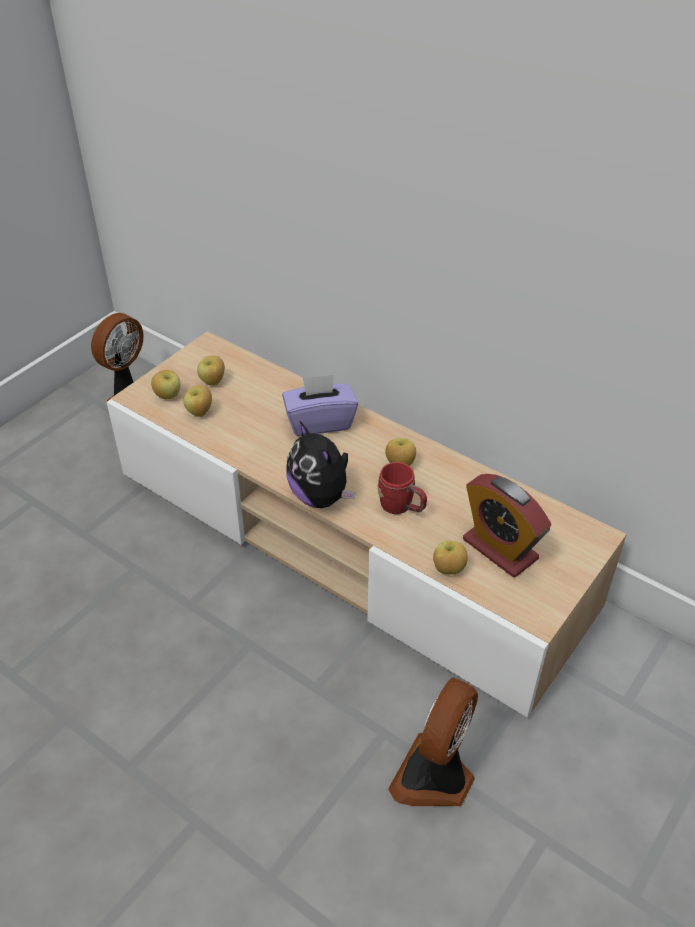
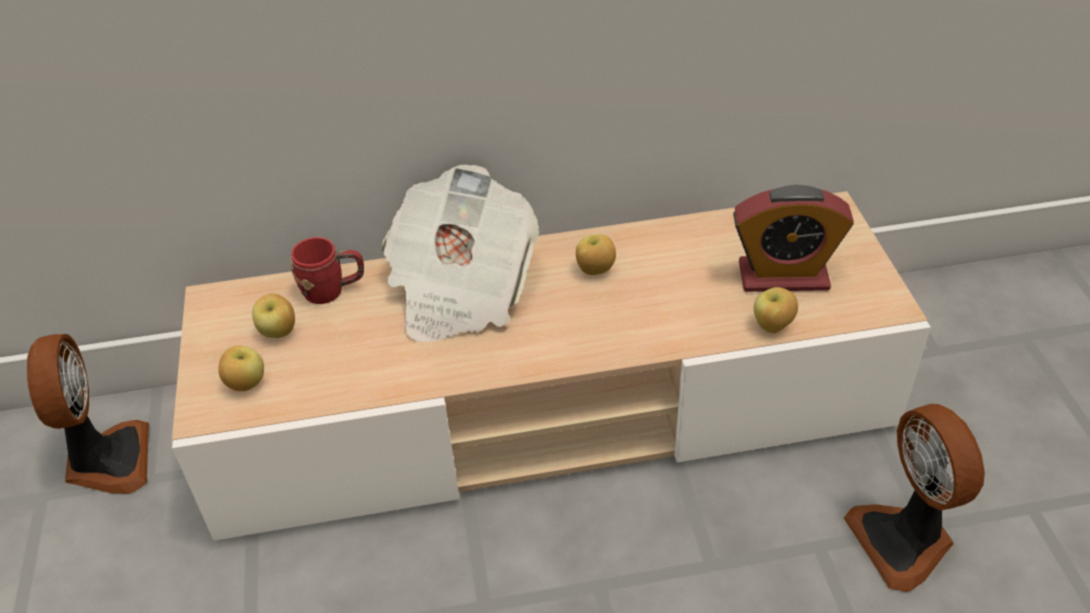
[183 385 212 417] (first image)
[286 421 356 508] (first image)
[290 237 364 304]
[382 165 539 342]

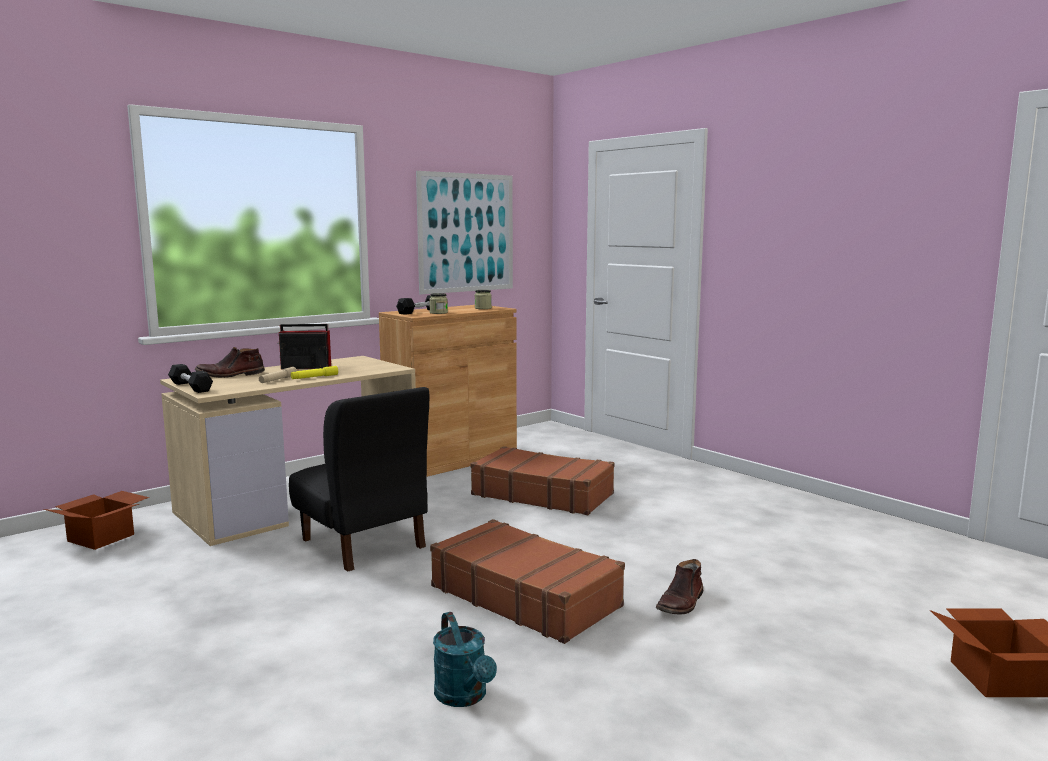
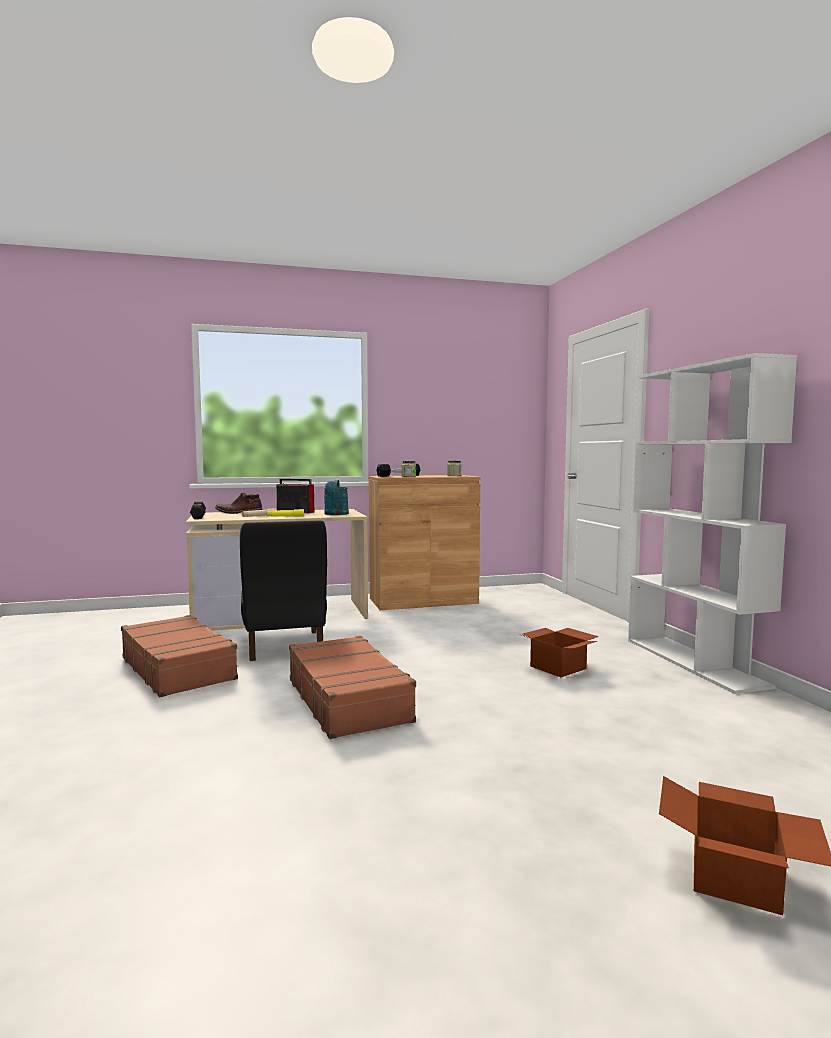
[416 171 513 294] (first image)
[656 559 703 615] (first image)
[628 353 797 694]
[519 628 599 677]
[324 480 349 515]
[121 615 238 697]

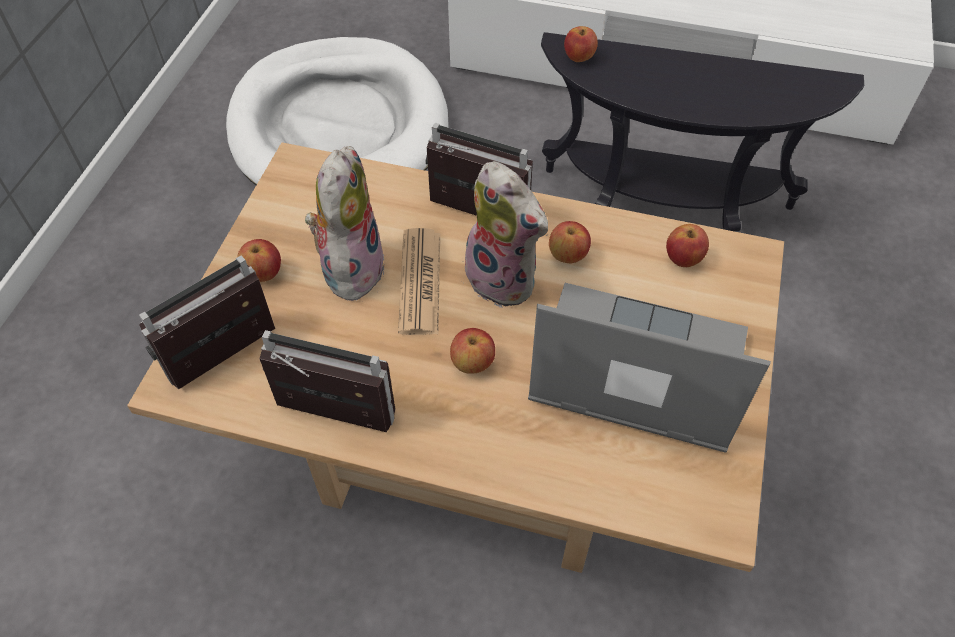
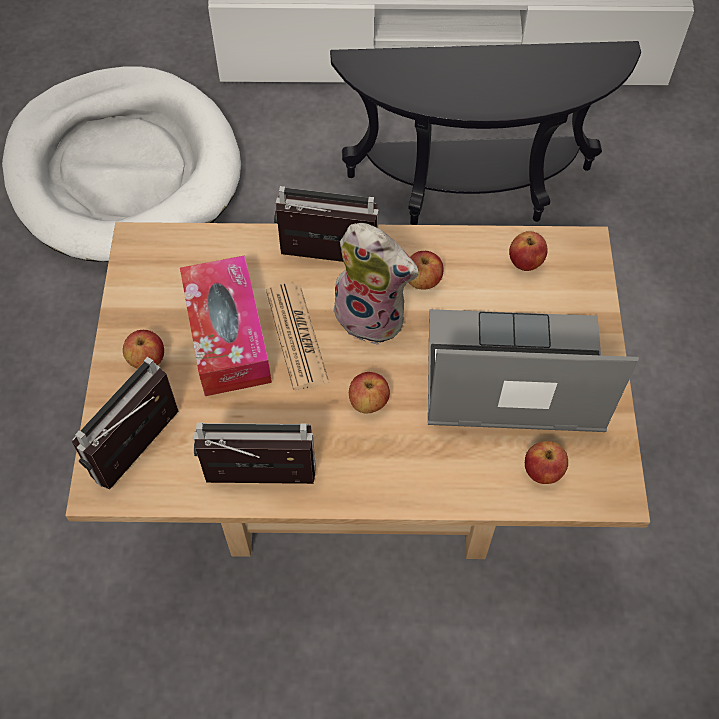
[525 441 568 484]
[180 255 272 396]

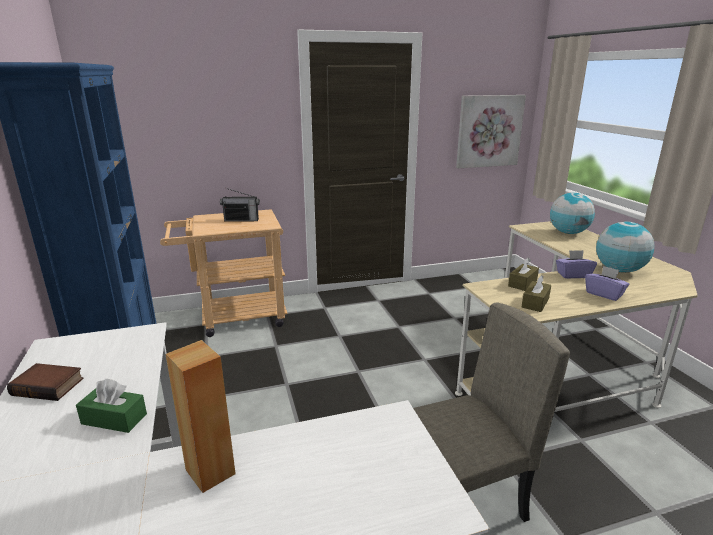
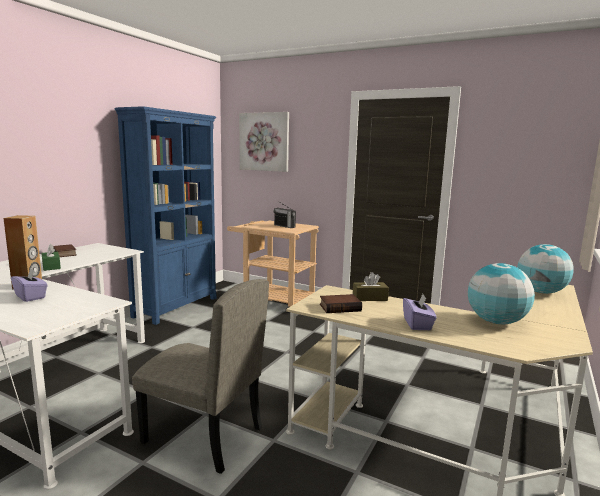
[239 112 289 172]
[11 268 48 302]
[320 294 362 313]

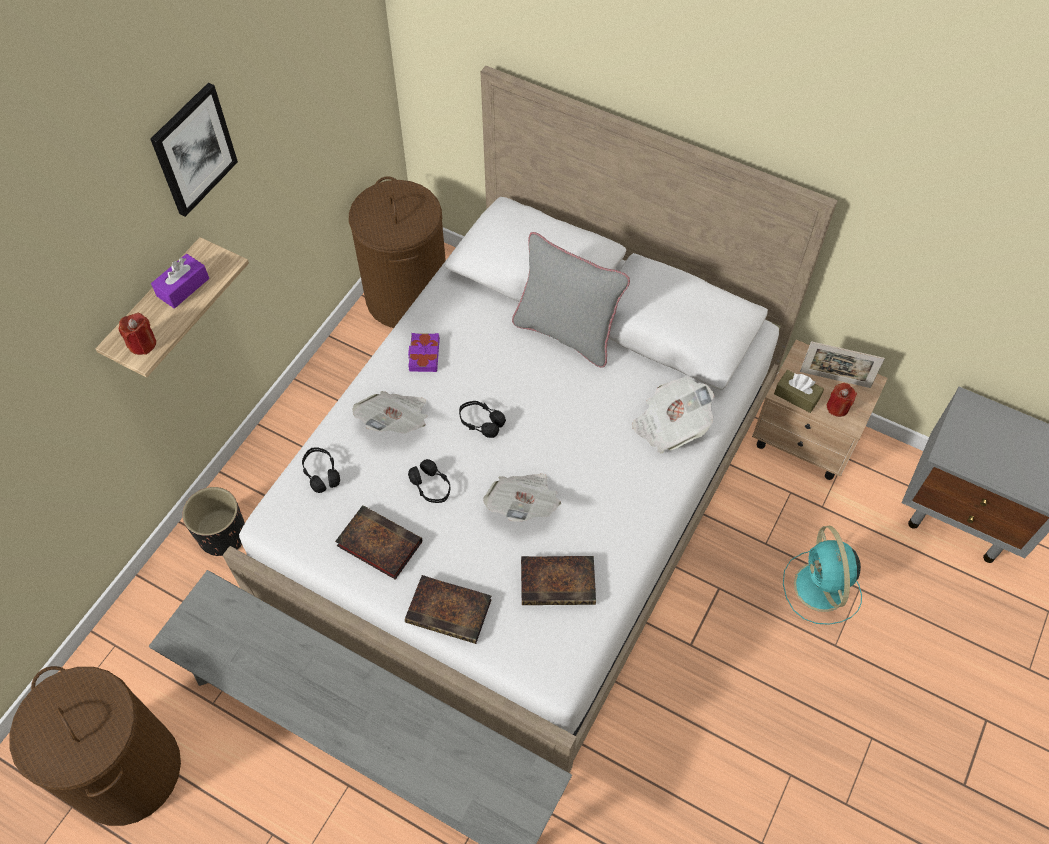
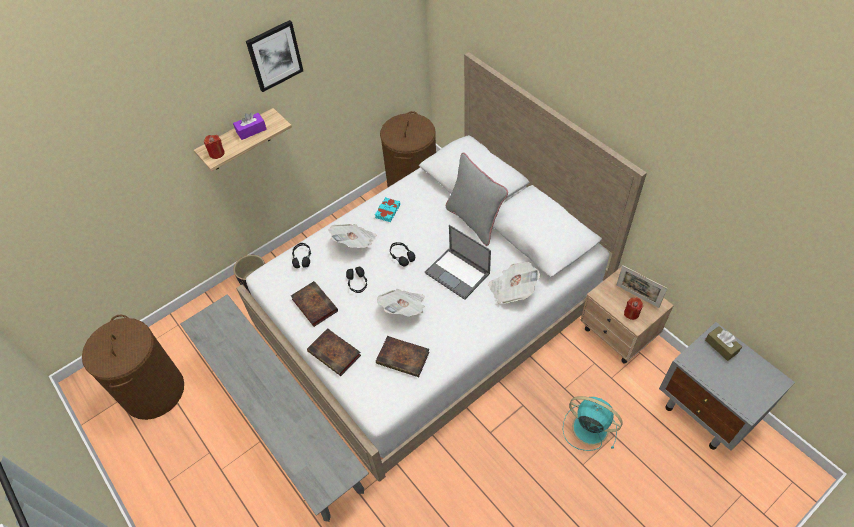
[425 225 491 300]
[705 326 742 361]
[375 197 400 222]
[563 396 623 451]

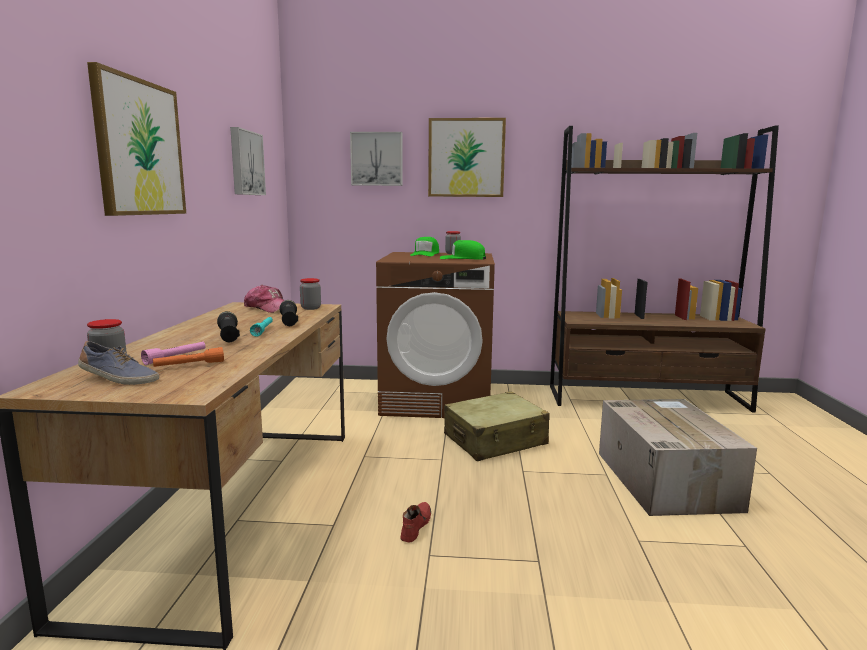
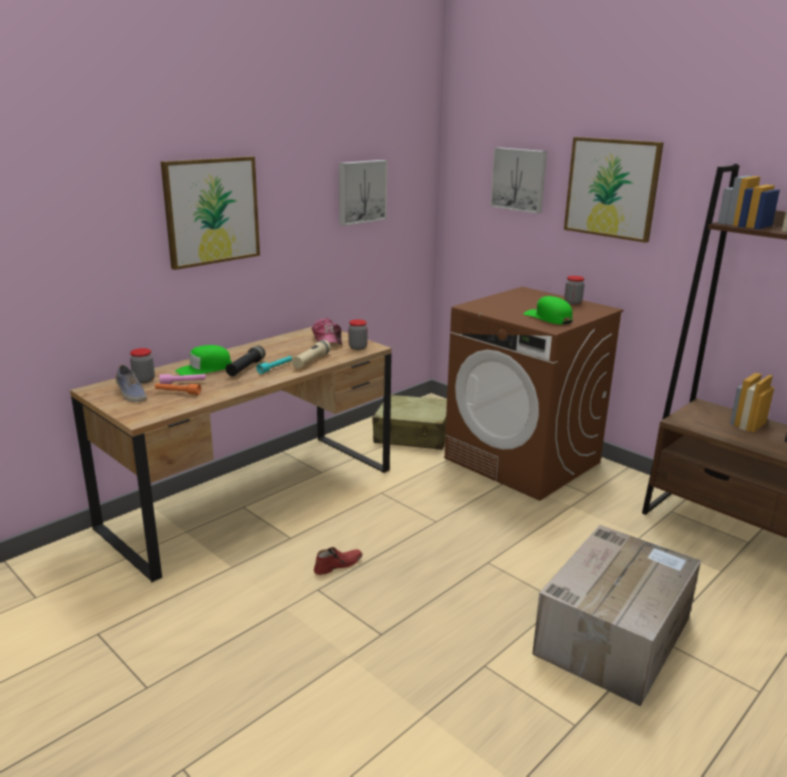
[175 345 232 376]
[372 395 447 450]
[291 340 331 369]

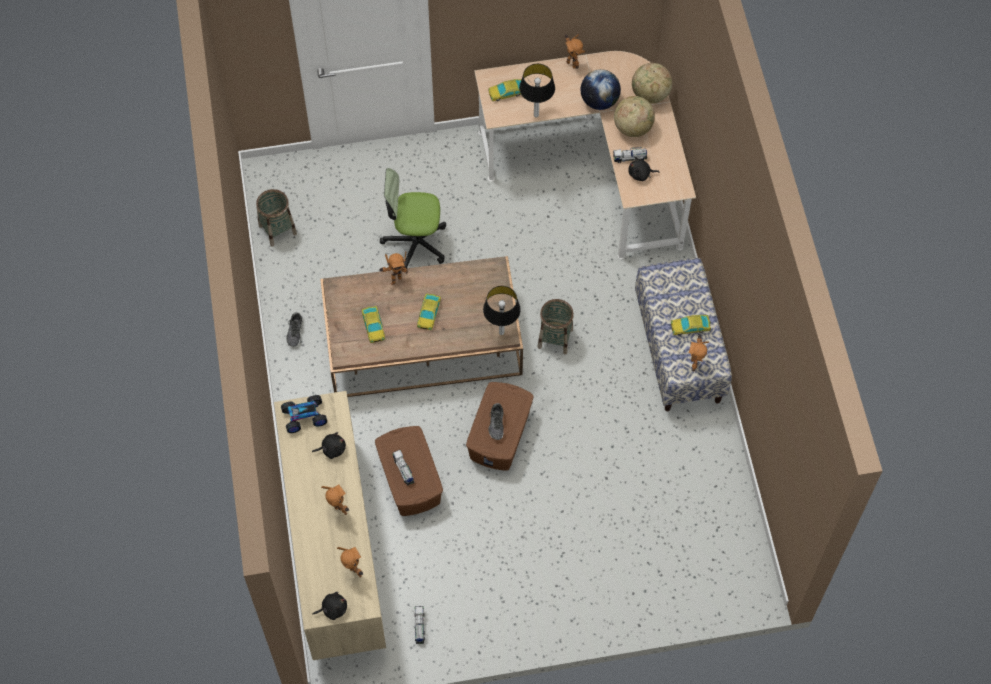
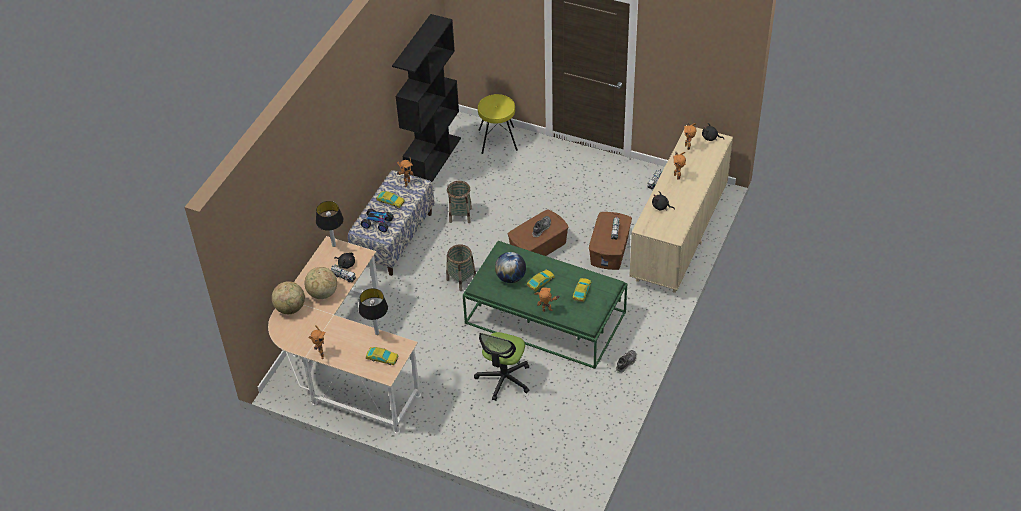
[392 14 461 182]
[478 94 518 154]
[447 181 472 223]
[361 208 394 232]
[316 201 344 247]
[495 252 526 283]
[463 241 627 369]
[474 332 530 401]

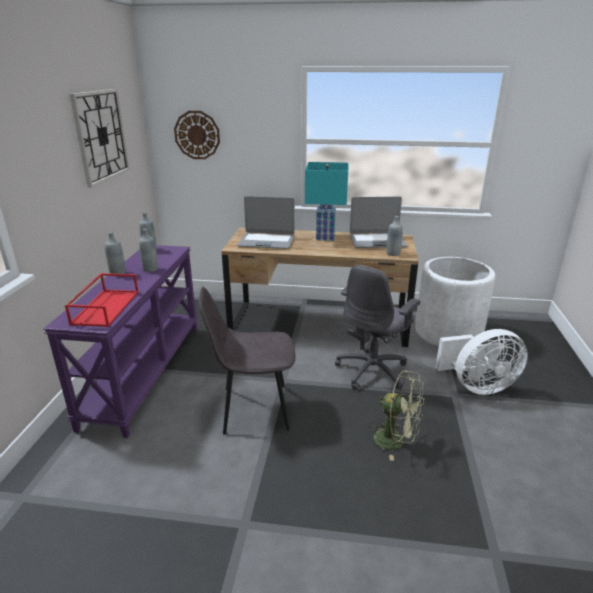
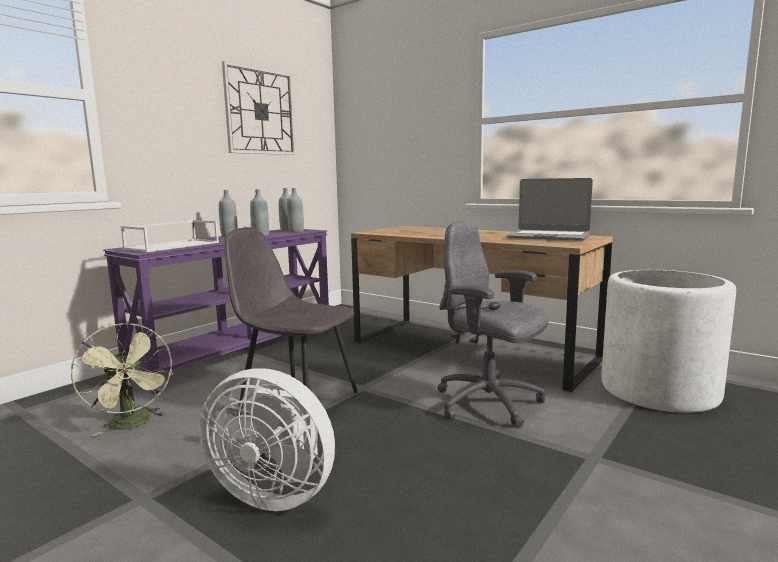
[174 111 220 159] (first image)
[237 196 294 249] (first image)
[305 162 349 241] (first image)
[71 323 173 436]
[287 188 304 232]
[199 368 335 511]
[121 220 219 252]
[437 220 549 428]

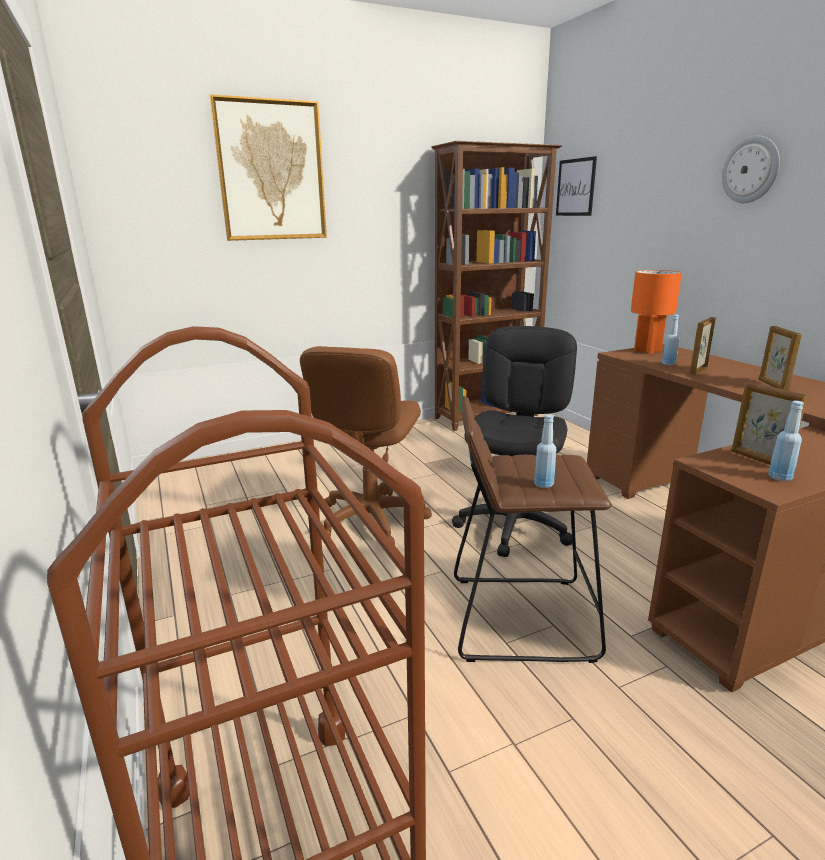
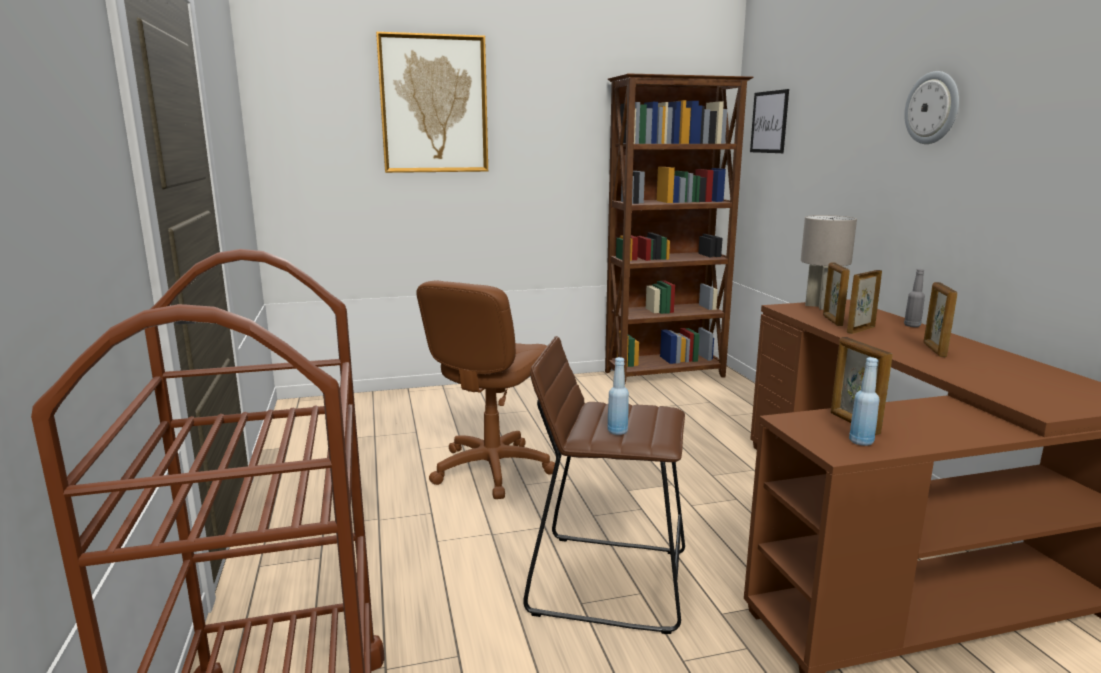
[452 326 577 557] (first image)
[904 269 925 327]
[823 262 850 326]
[801 215 857 310]

